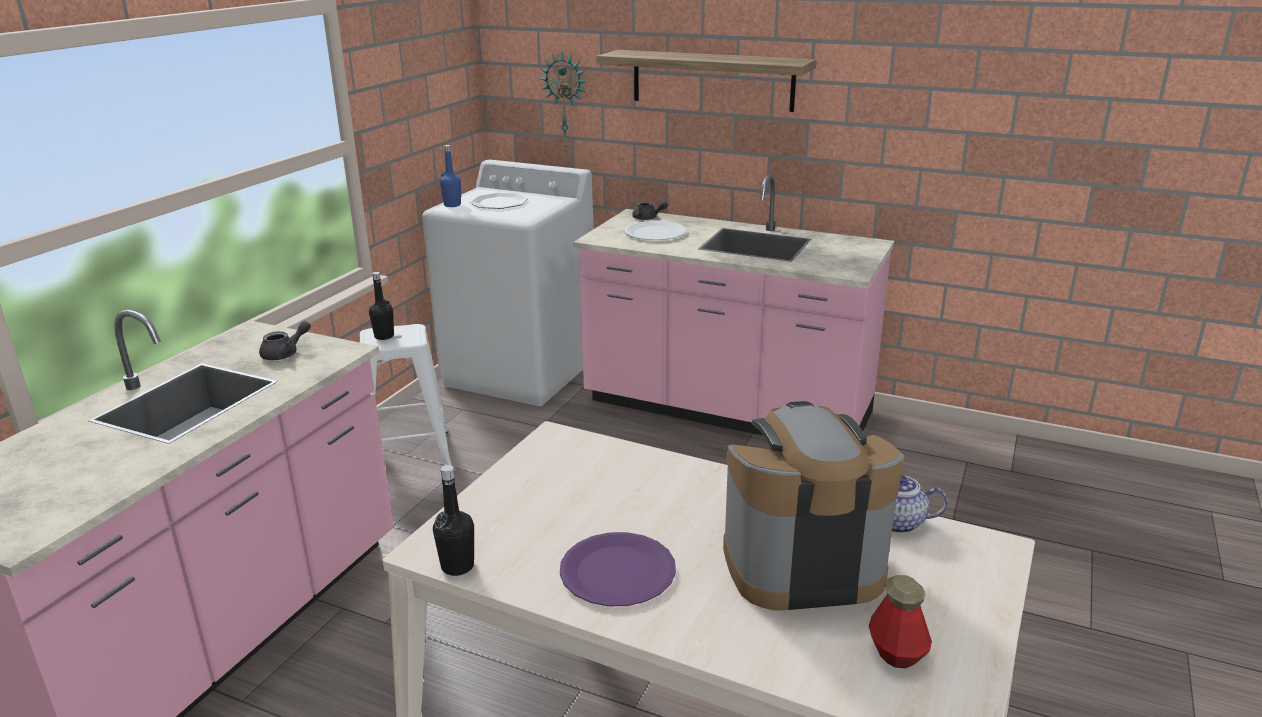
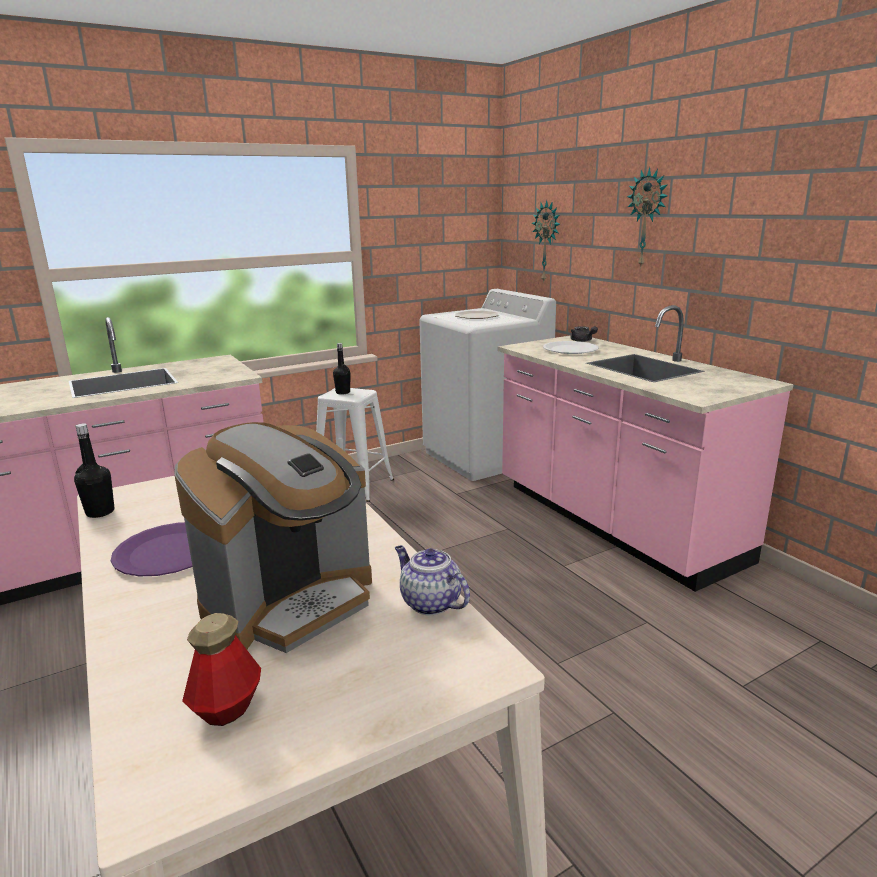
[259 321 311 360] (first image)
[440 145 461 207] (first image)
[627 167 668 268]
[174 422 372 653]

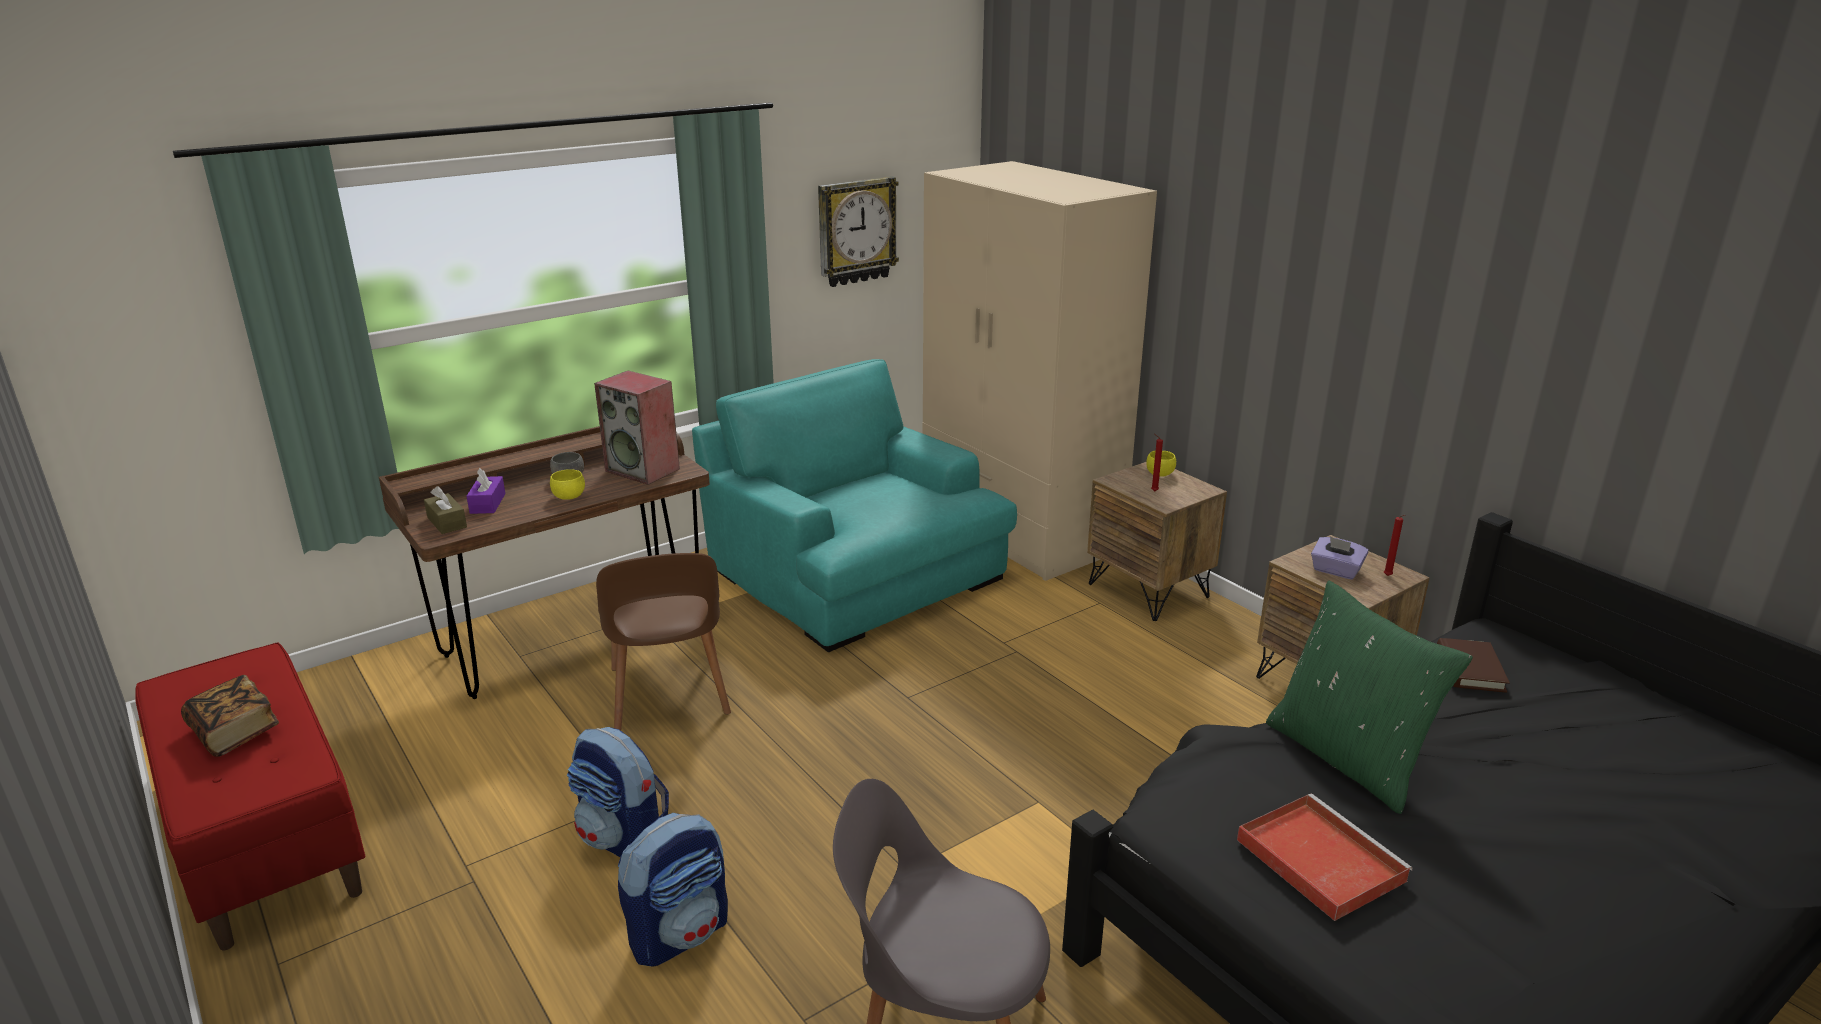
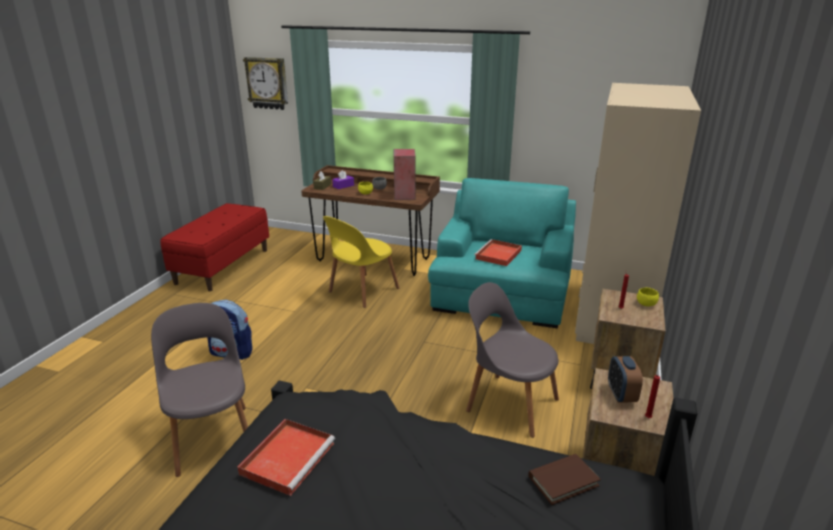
[181 675 279 757] (first image)
[567 727 669 857] (first image)
[1266 581 1473 814] (first image)
[466 282 559 438]
[474 239 522 266]
[243 57 288 110]
[608 356 643 403]
[323 216 399 308]

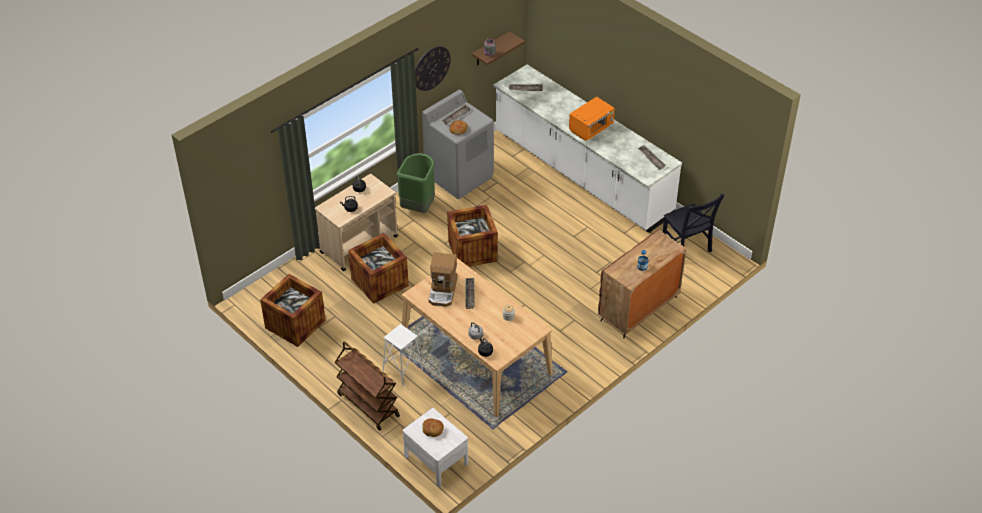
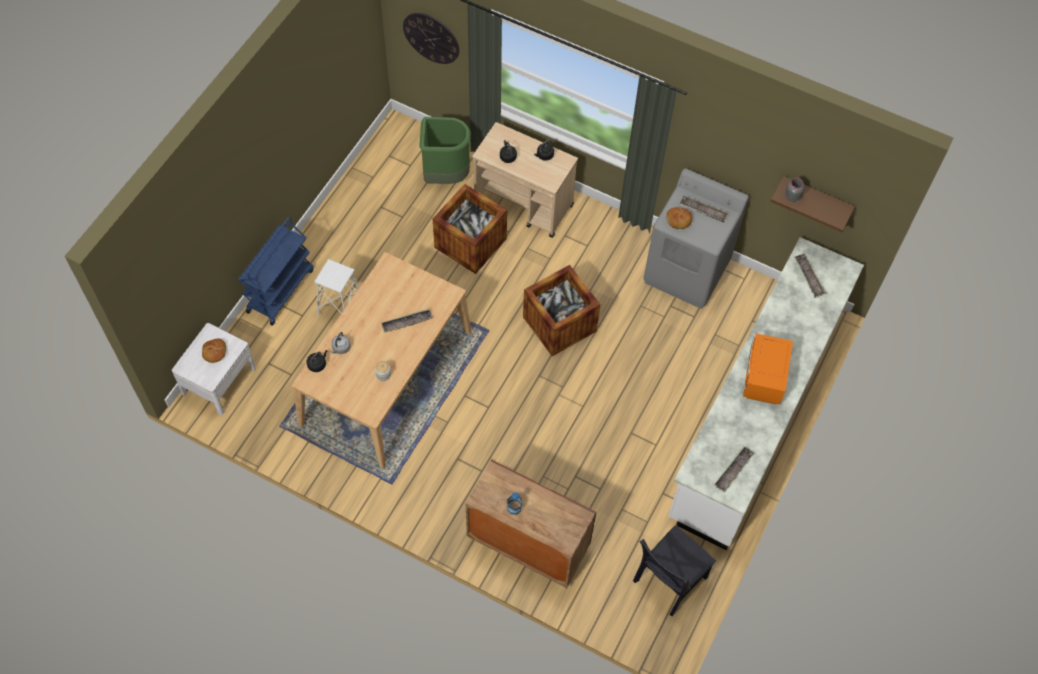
[260 274 326 347] (first image)
[429 252 457 307] (first image)
[419 117 471 184]
[403 13 459 64]
[238 217 314 326]
[743 333 793 404]

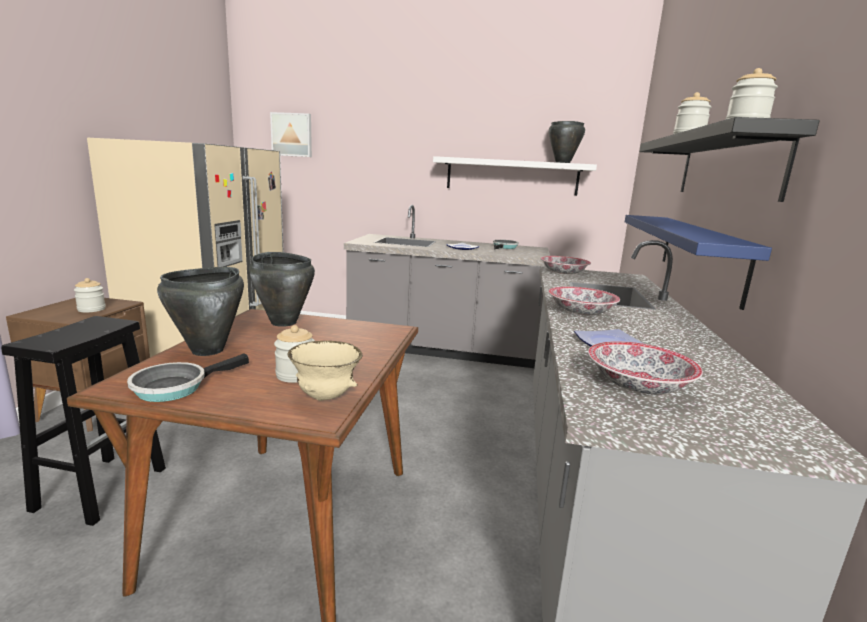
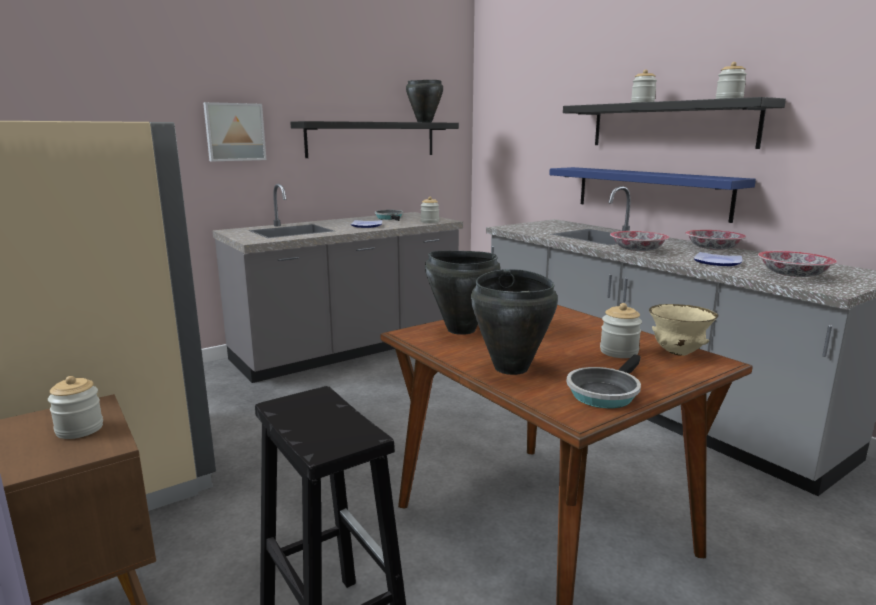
[421 197 439 223]
[203 102 266 162]
[685 230 746 250]
[290 121 459 158]
[566 354 641 408]

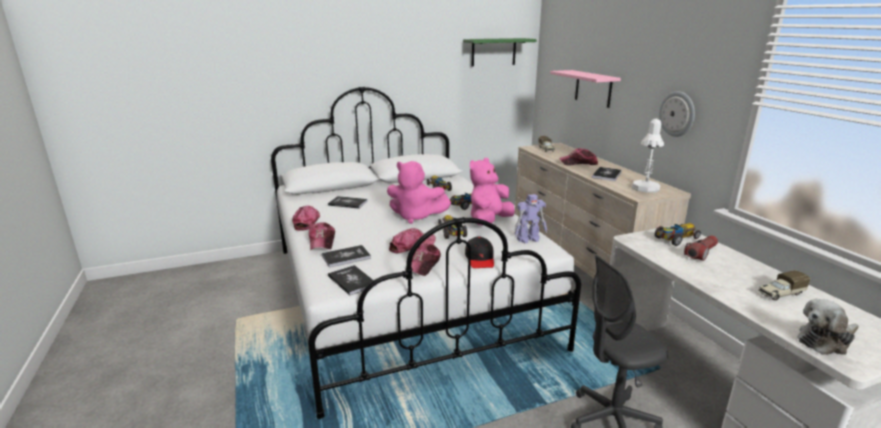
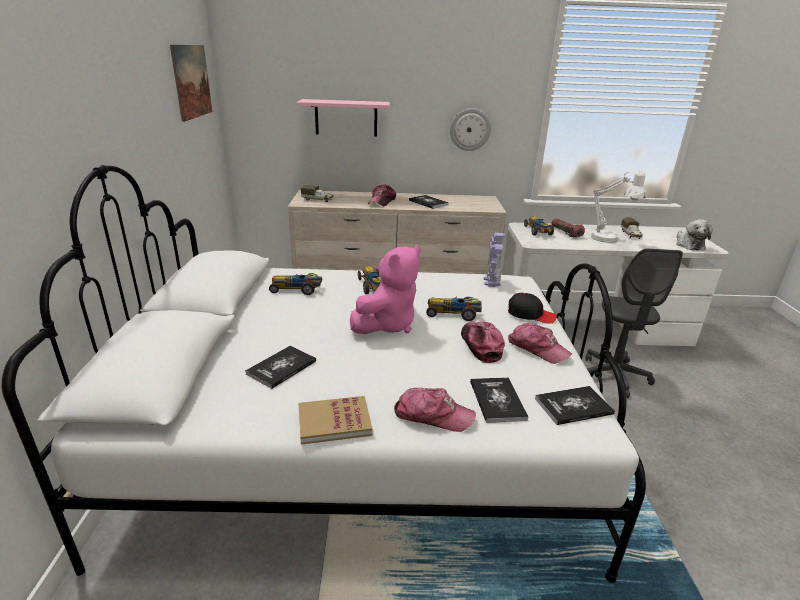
[470 158 515 226] (first image)
[591 171 646 243]
[299 396 373 445]
[170 45 212 122]

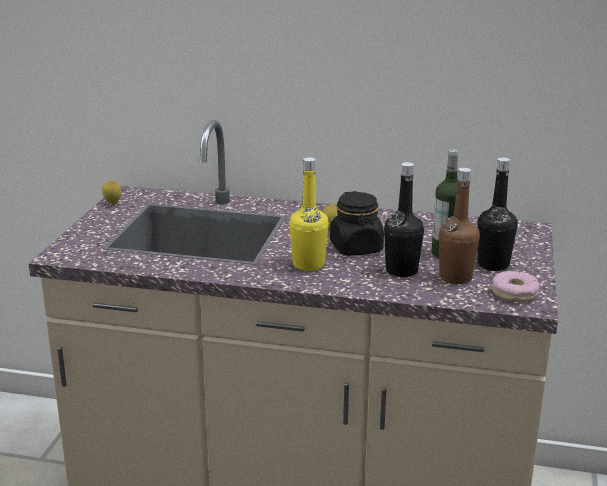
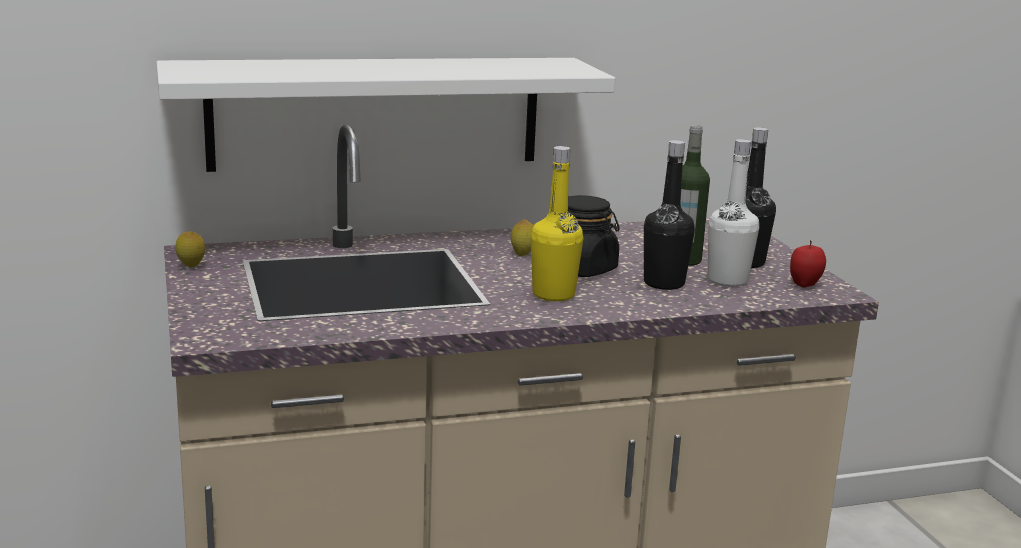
[156 58 615 172]
[790 241 826 288]
[708 139 759 287]

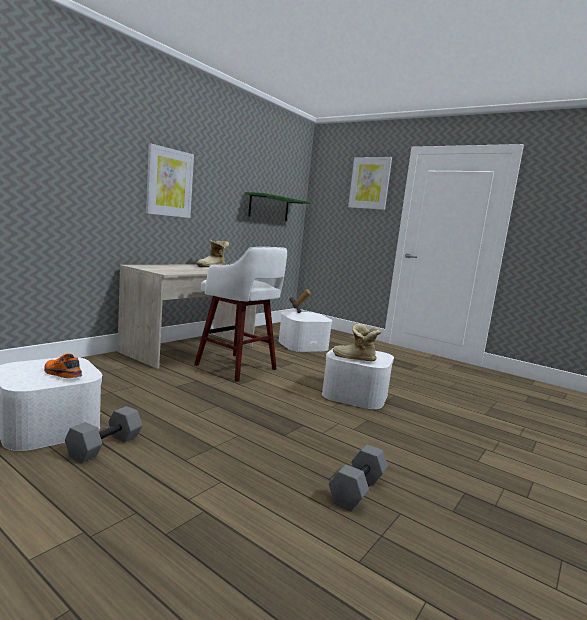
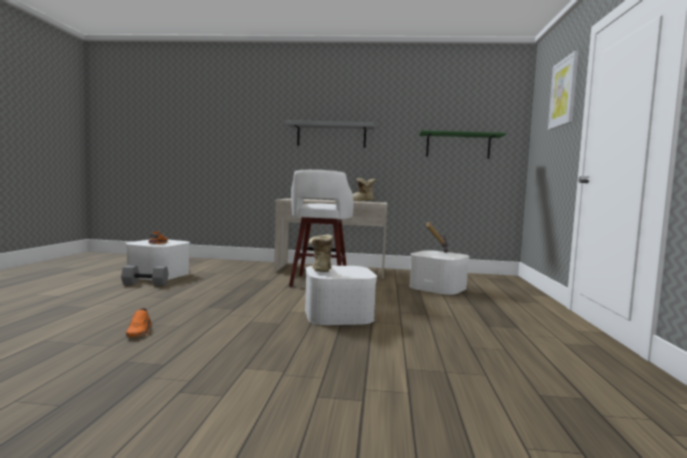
[285 120 375 148]
[126 308 152 337]

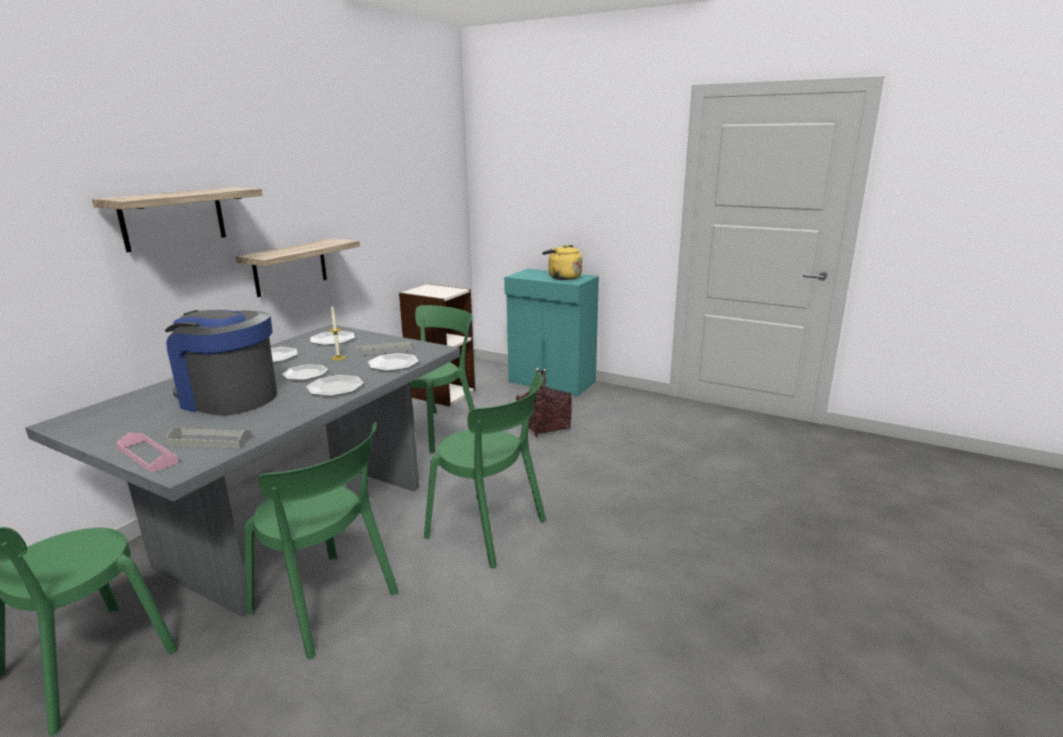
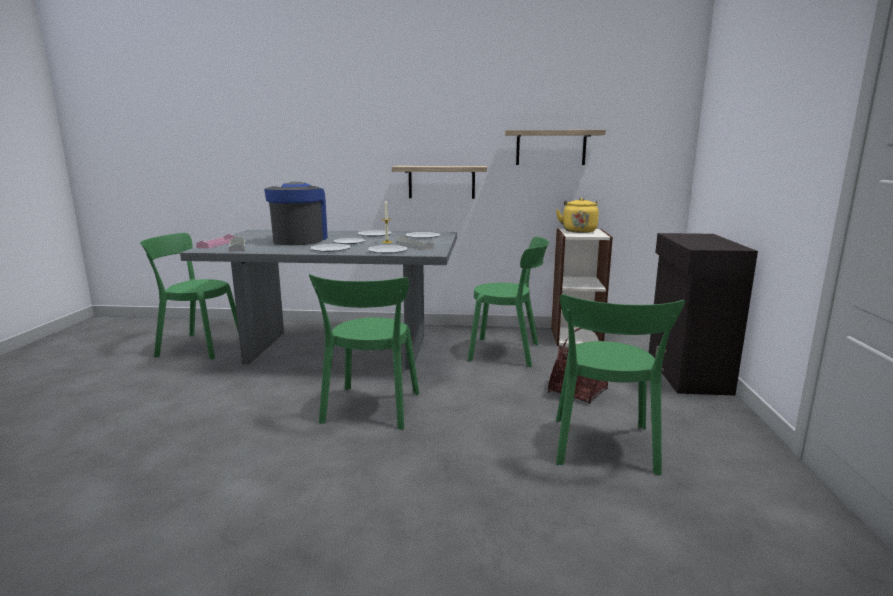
[505 130 606 165]
[556 294 685 475]
[556 198 599 233]
[649 233 758 396]

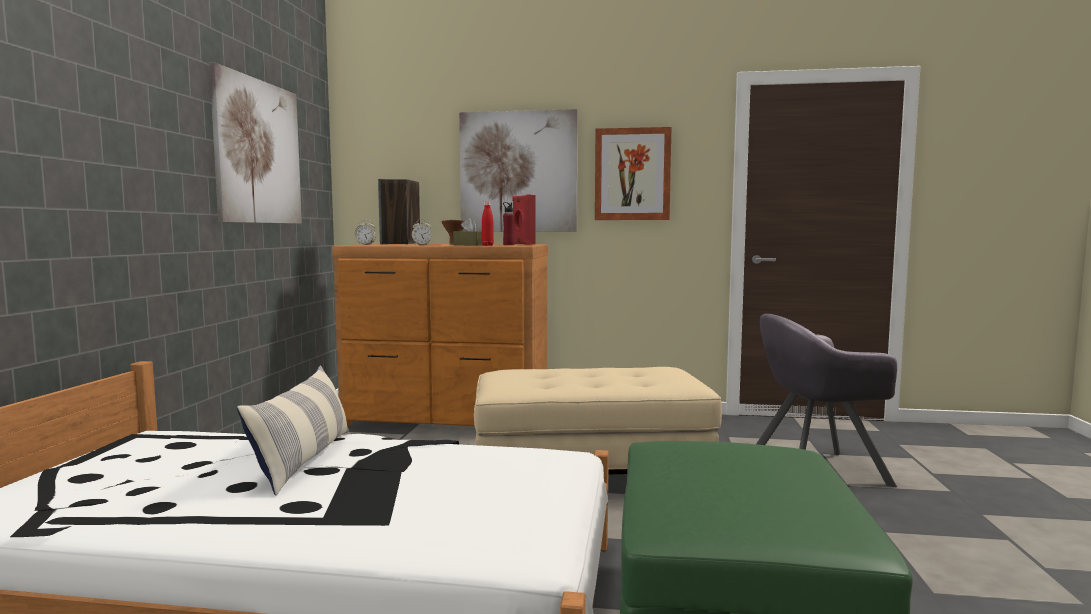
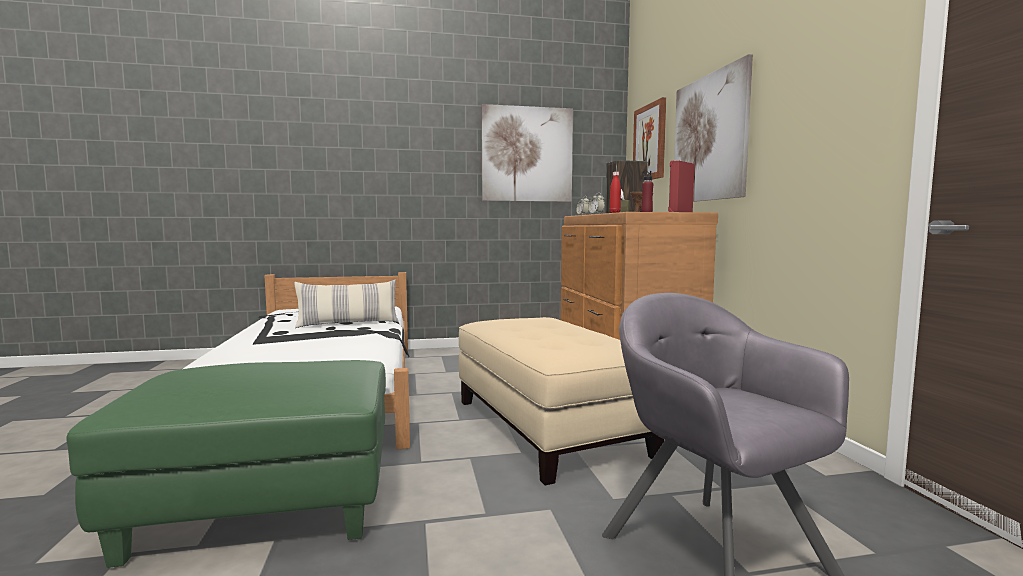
[633 97 666 180]

